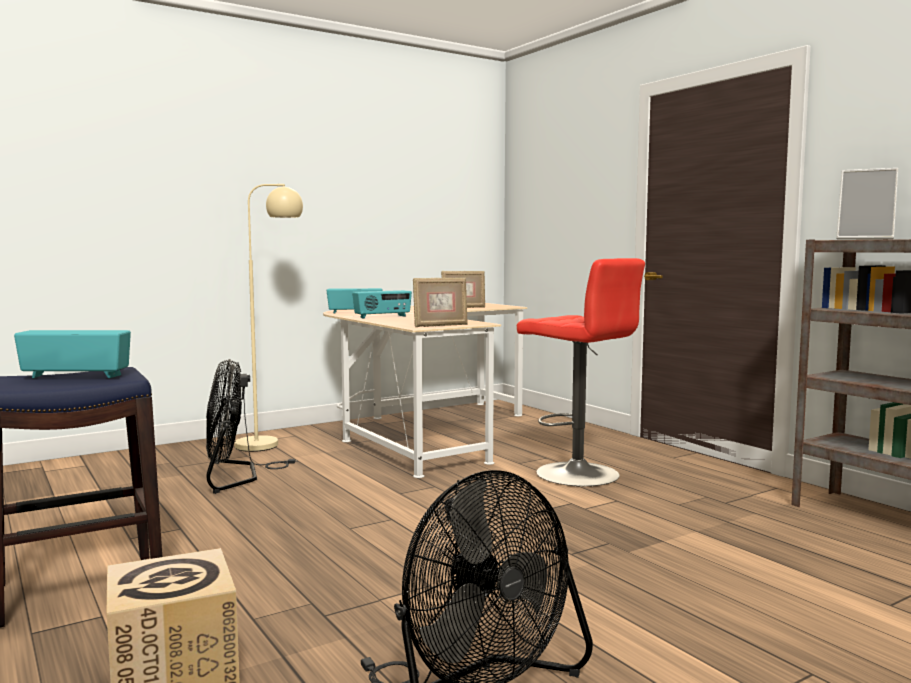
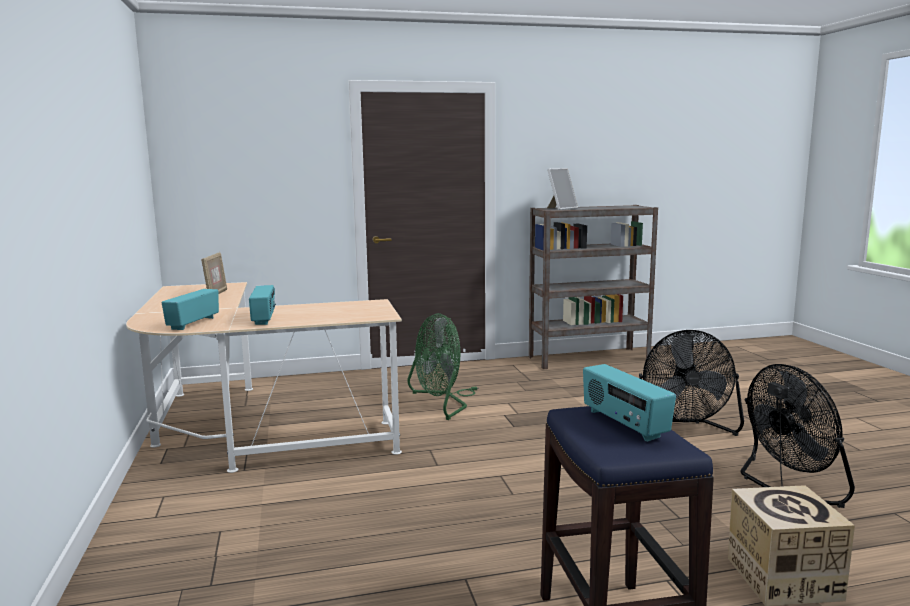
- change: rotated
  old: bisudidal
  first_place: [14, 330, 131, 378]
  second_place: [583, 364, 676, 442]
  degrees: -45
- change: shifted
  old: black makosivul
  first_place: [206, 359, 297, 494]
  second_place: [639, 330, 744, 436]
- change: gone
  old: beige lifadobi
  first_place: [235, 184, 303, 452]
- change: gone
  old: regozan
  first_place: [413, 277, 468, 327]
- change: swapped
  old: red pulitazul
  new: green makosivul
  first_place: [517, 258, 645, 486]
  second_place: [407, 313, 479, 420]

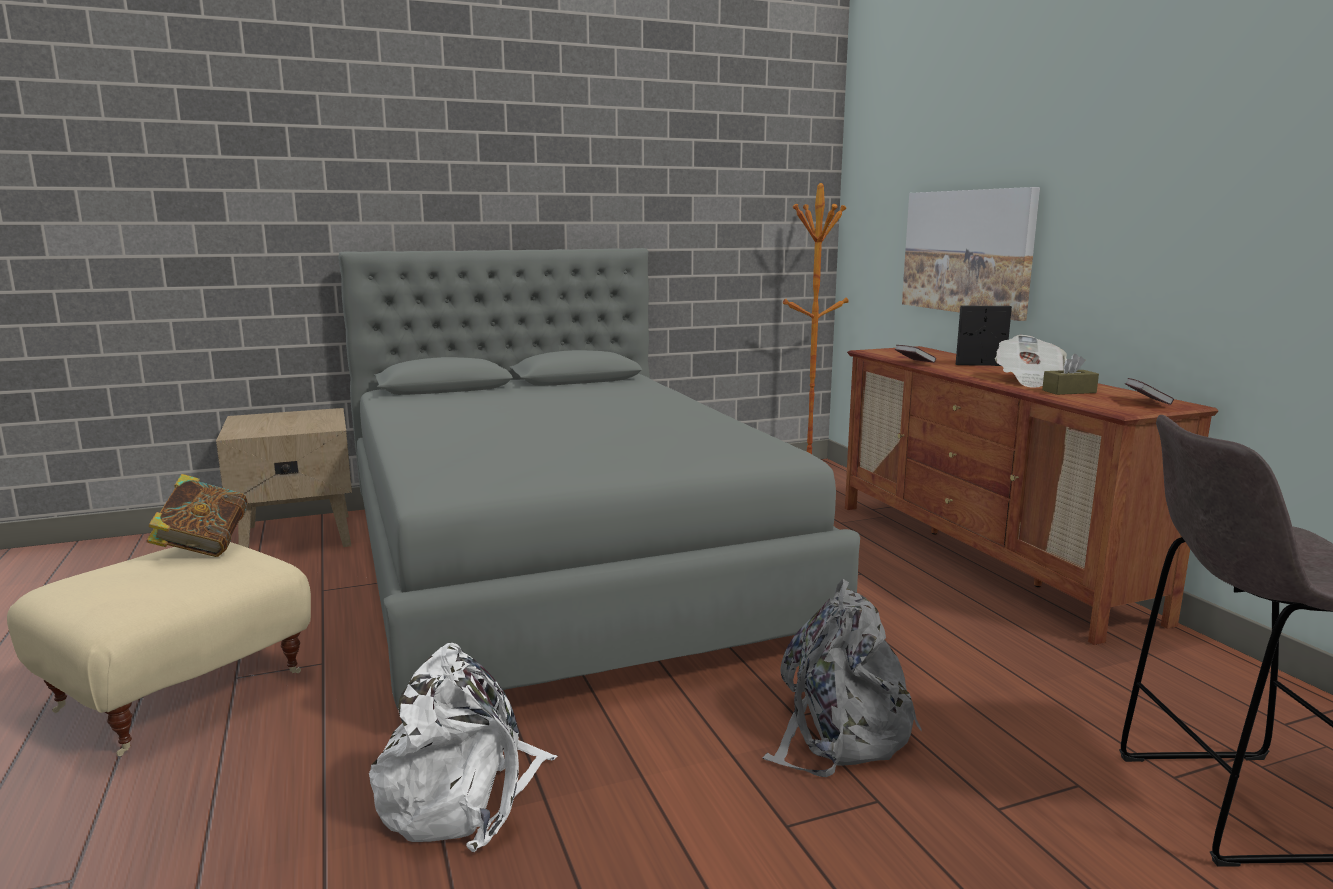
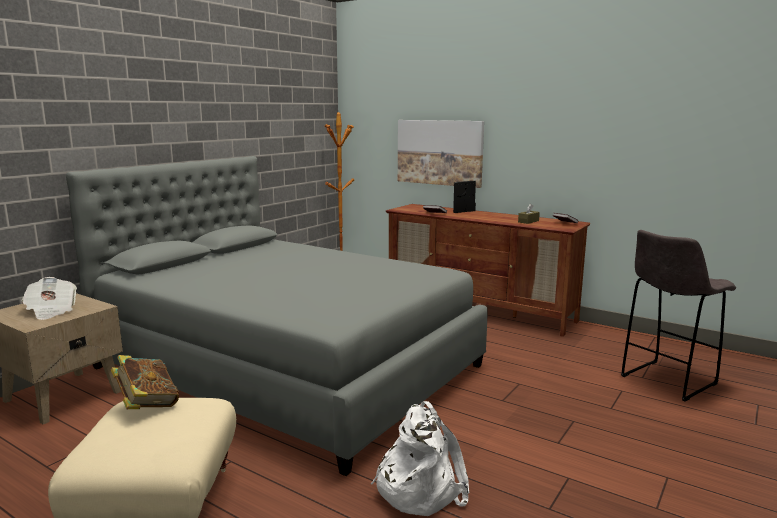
- change: gone
  old: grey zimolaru
  first_place: [763, 579, 922, 777]
- change: shifted
  old: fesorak
  first_place: [995, 335, 1067, 388]
  second_place: [22, 277, 77, 320]

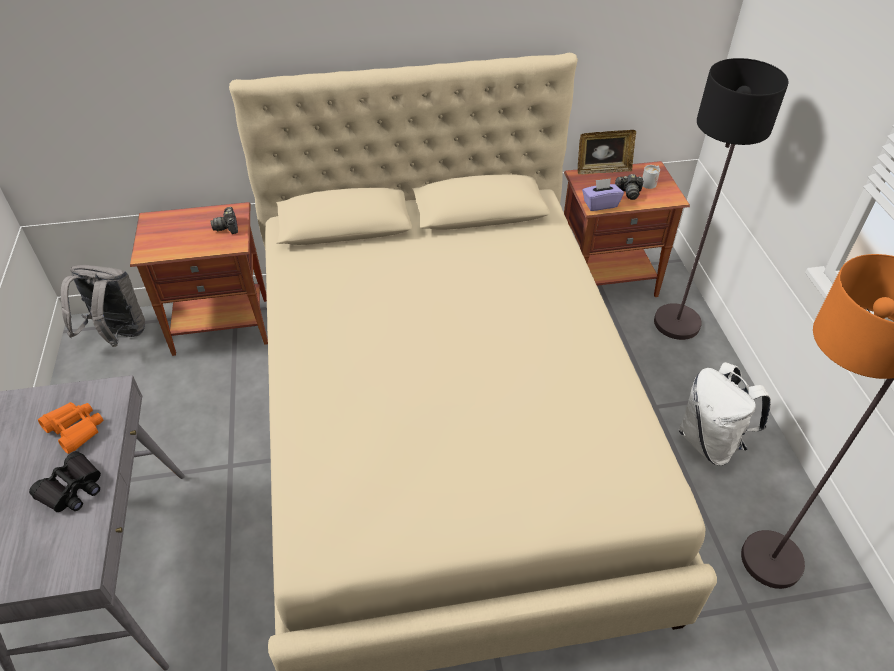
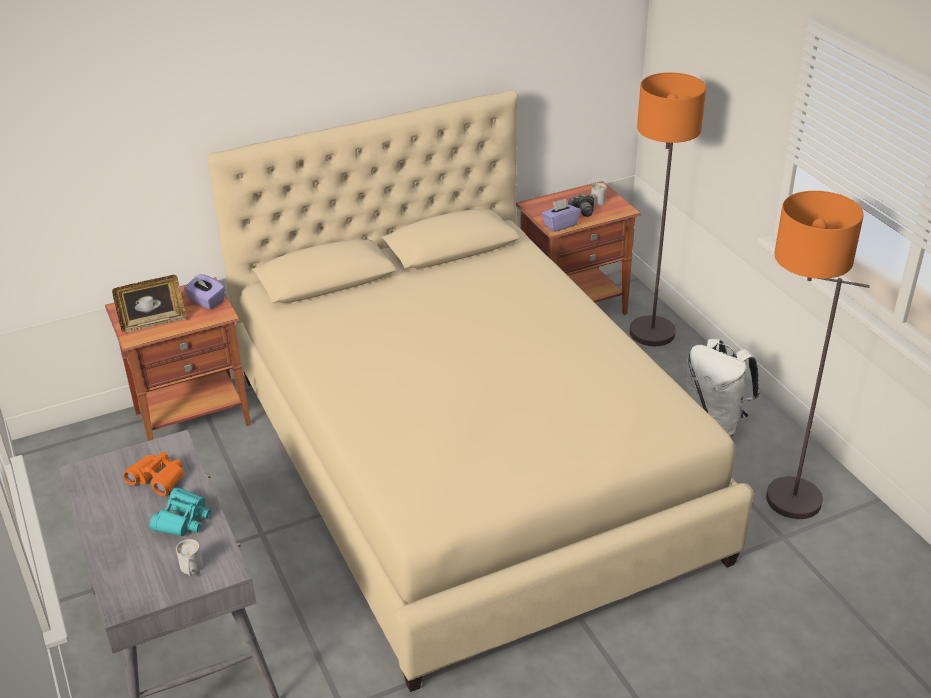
- change: repainted
  old: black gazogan
  new: turquoise gazogan
  first_place: [29, 451, 101, 512]
  second_place: [150, 487, 211, 536]
- change: gone
  old: grey zimolaru
  first_place: [61, 265, 146, 347]
- change: swapped
  old: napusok
  new: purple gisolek
  first_place: [210, 207, 238, 234]
  second_place: [184, 274, 225, 310]
- change: shifted
  old: regozan
  first_place: [578, 130, 636, 175]
  second_place: [112, 275, 187, 333]
- change: repainted
  old: black lifadobi
  new: orange lifadobi
  first_place: [654, 58, 788, 340]
  second_place: [630, 72, 706, 346]
- change: new
  new: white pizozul
  second_place: [176, 539, 203, 576]

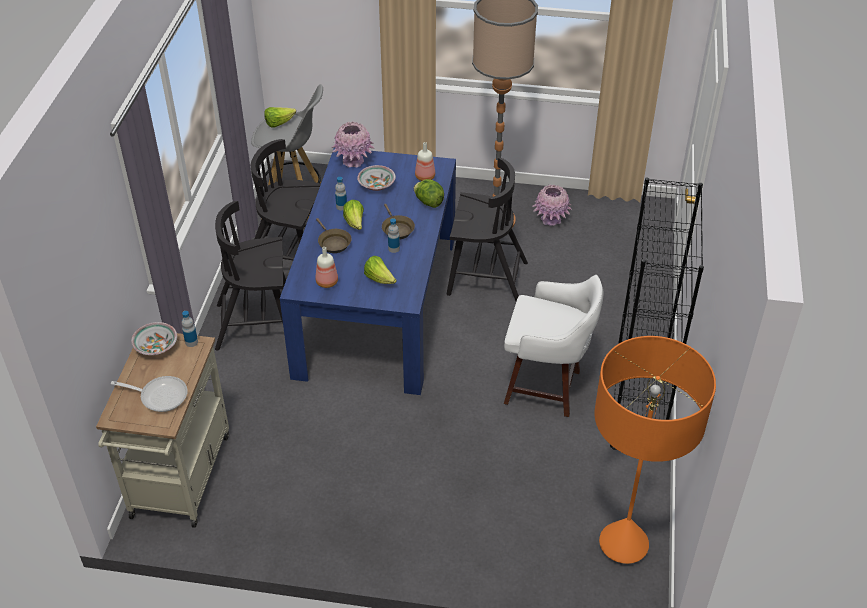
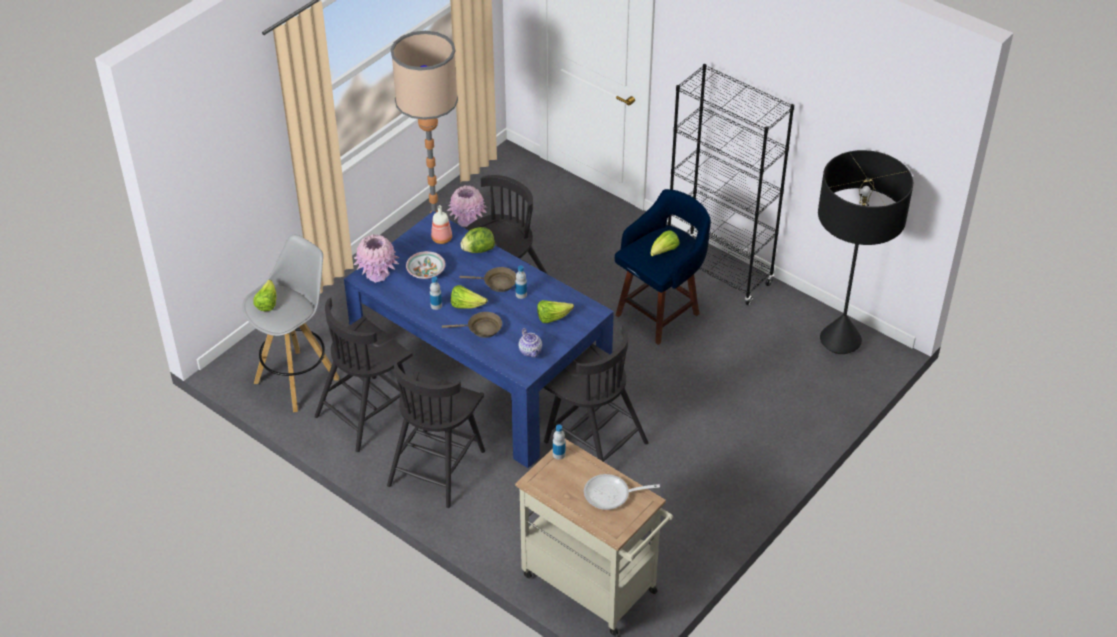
- change: rotated
  old: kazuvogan
  first_place: [111, 376, 188, 412]
  second_place: [584, 474, 660, 510]
  degrees: -135
- change: gone
  old: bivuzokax
  first_place: [131, 322, 177, 355]
- change: swapped
  old: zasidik
  new: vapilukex
  first_place: [315, 247, 338, 288]
  second_place: [518, 328, 542, 358]
- change: repainted
  old: white pulitazul
  new: blue pulitazul
  first_place: [504, 275, 603, 417]
  second_place: [615, 189, 711, 345]
- change: repainted
  old: orange lifadobi
  new: black lifadobi
  first_place: [594, 336, 716, 564]
  second_place: [818, 150, 913, 354]
- change: new
  new: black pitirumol
  second_place: [544, 325, 649, 462]
- change: new
  new: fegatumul
  second_place: [650, 230, 680, 256]

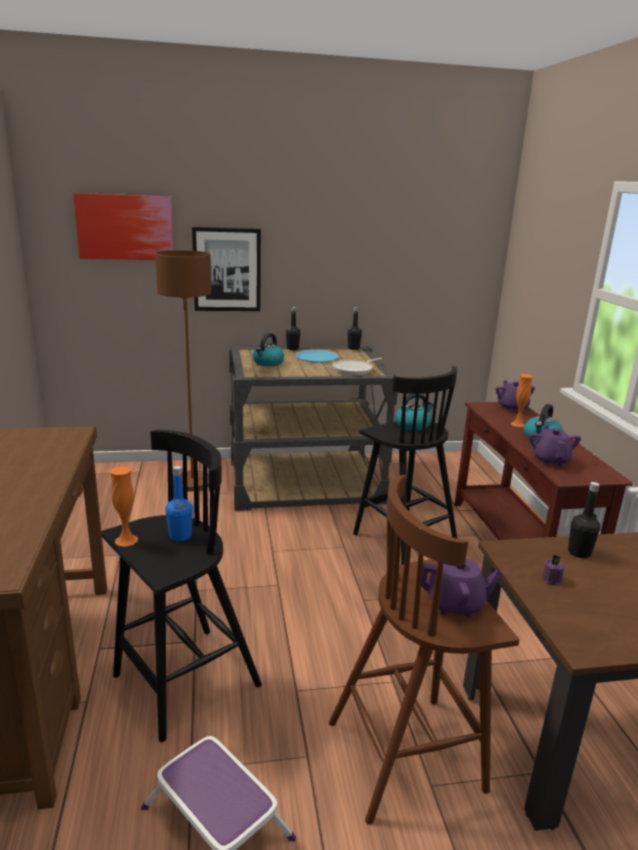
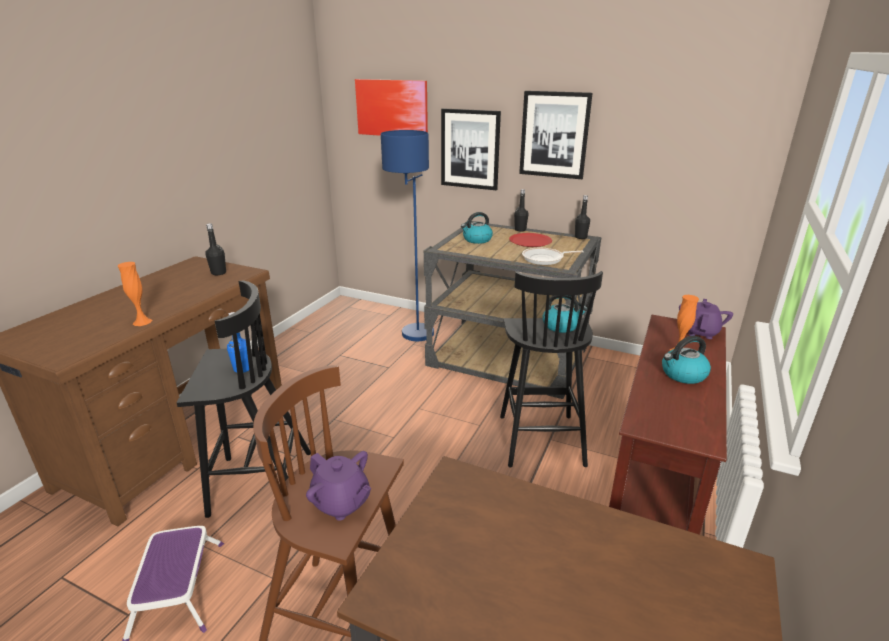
- change: shifted
  old: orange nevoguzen
  first_place: [110, 466, 138, 547]
  second_place: [118, 262, 152, 326]
- change: repainted
  old: brown lifadobi
  new: blue lifadobi
  first_place: [155, 250, 211, 491]
  second_place: [381, 130, 434, 341]
- change: repainted
  old: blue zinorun
  new: red zinorun
  first_place: [295, 350, 339, 363]
  second_place: [509, 233, 552, 247]
- change: gone
  old: purple vapilukex
  first_place: [529, 425, 581, 466]
- change: gone
  old: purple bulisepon
  first_place: [543, 555, 565, 586]
- change: shifted
  old: black zasidik
  first_place: [568, 482, 600, 558]
  second_place: [206, 223, 226, 275]
- change: new
  new: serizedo
  second_place: [519, 91, 592, 179]

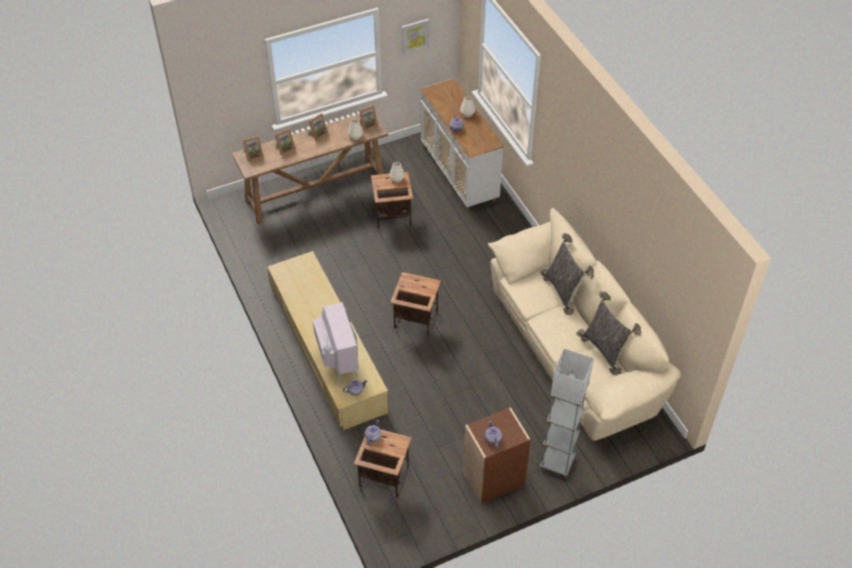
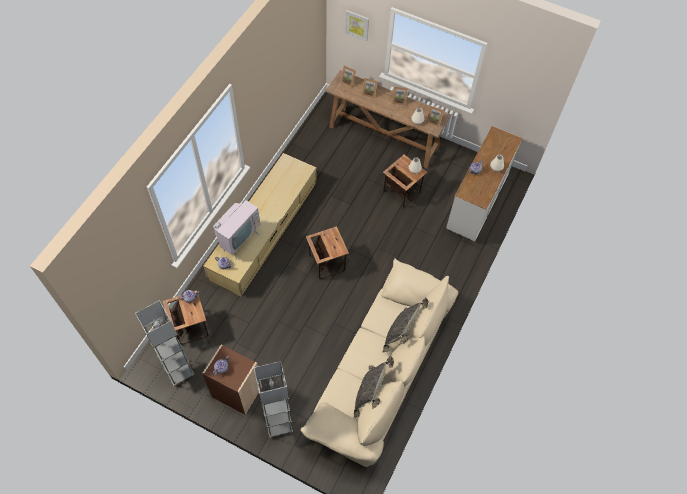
- change: shifted
  old: serizedo
  first_place: [402, 19, 430, 55]
  second_place: [345, 10, 369, 41]
- change: new
  new: grey lifadobi
  second_place: [135, 300, 195, 386]

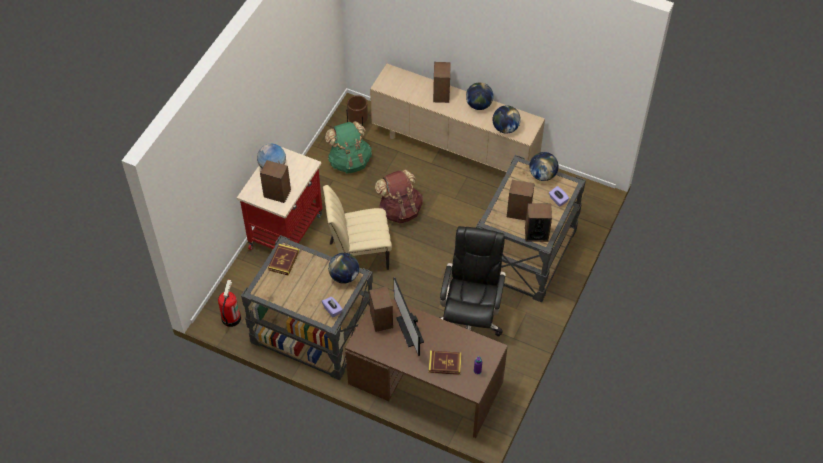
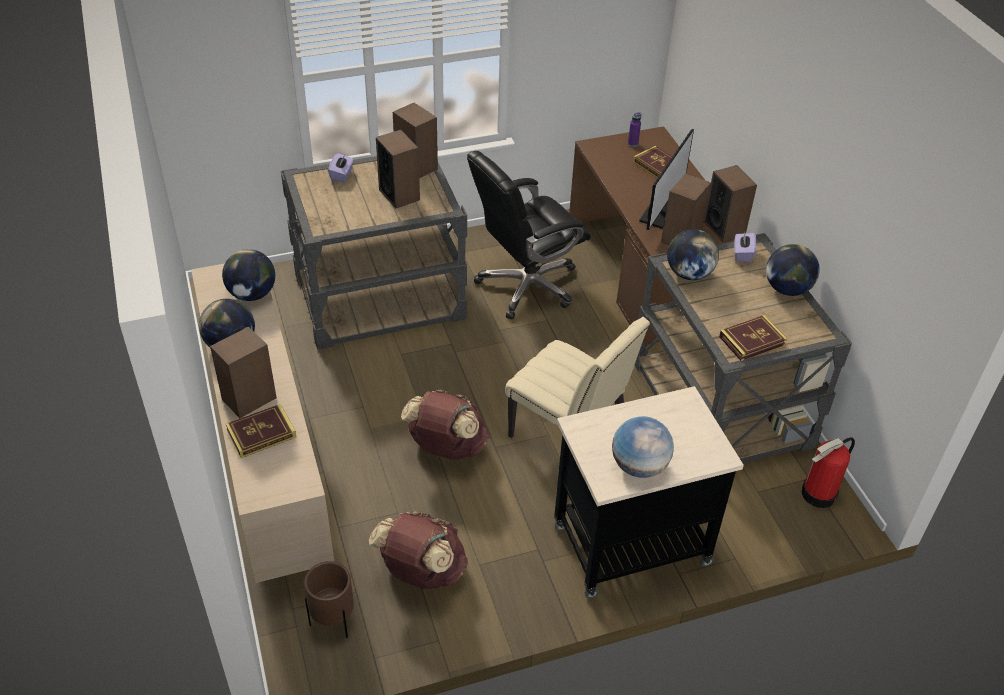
- change: repainted
  old: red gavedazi
  new: black gavedazi
  first_place: [237, 147, 323, 250]
  second_place: [554, 386, 744, 598]
- change: shifted
  old: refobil
  first_place: [260, 160, 291, 203]
  second_place: [704, 165, 757, 242]
- change: repainted
  old: green zimolaru
  new: brown zimolaru
  first_place: [325, 121, 372, 174]
  second_place: [369, 510, 468, 589]
- change: shifted
  old: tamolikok
  first_place: [529, 152, 559, 181]
  second_place: [766, 244, 820, 296]
- change: new
  new: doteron
  second_place: [226, 404, 296, 458]

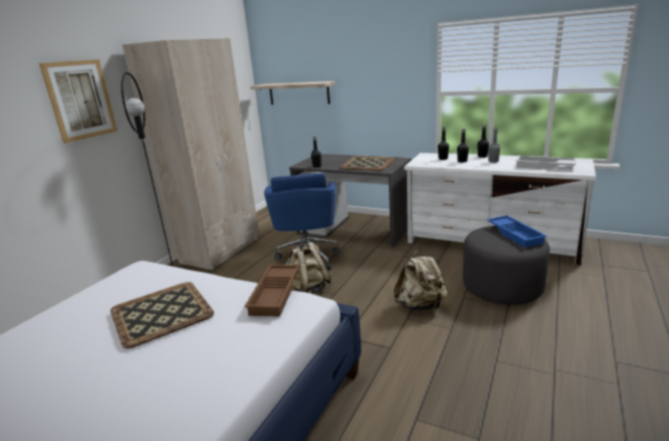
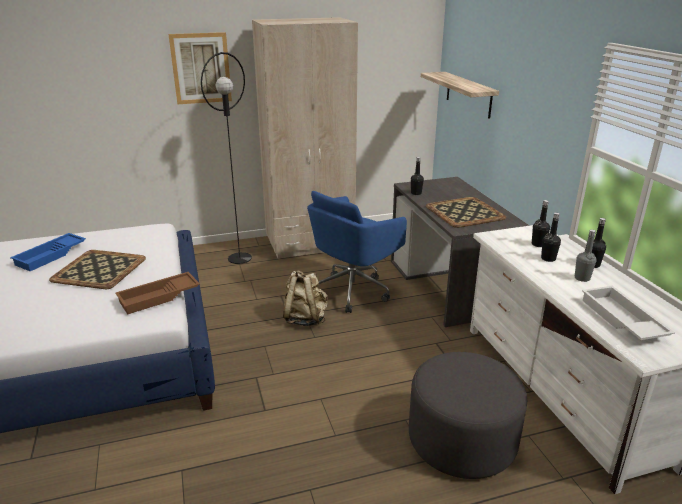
- change: gone
  old: beige zimolaru
  first_place: [394, 249, 448, 311]
- change: shifted
  old: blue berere
  first_place: [487, 215, 547, 248]
  second_place: [10, 233, 86, 271]

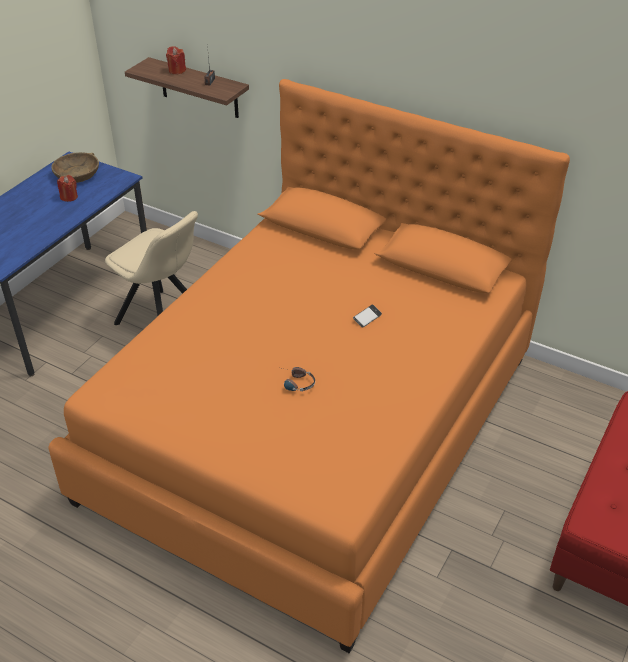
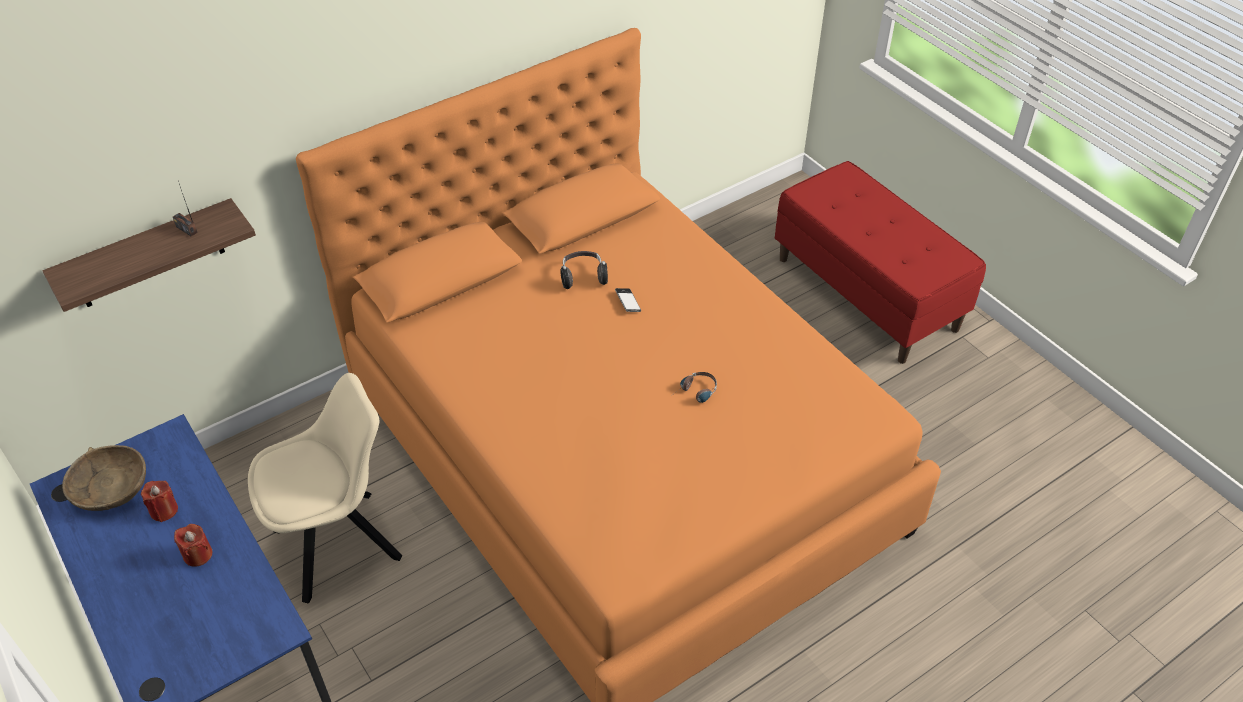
- change: shifted
  old: red bulisepon
  first_place: [166, 46, 186, 74]
  second_place: [174, 524, 212, 567]
- change: new
  new: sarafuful
  second_place: [560, 251, 608, 289]

